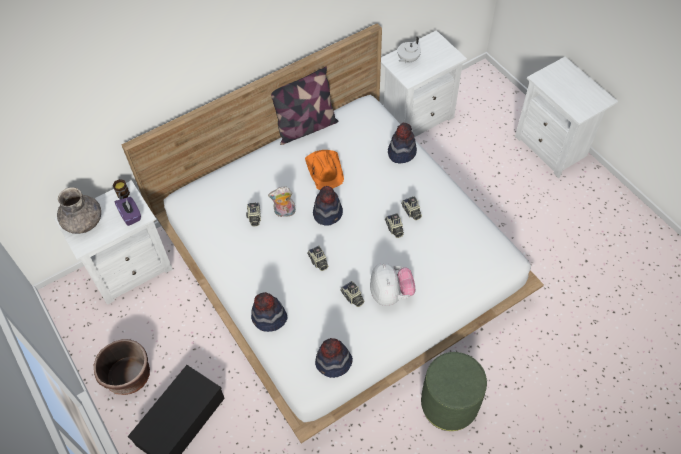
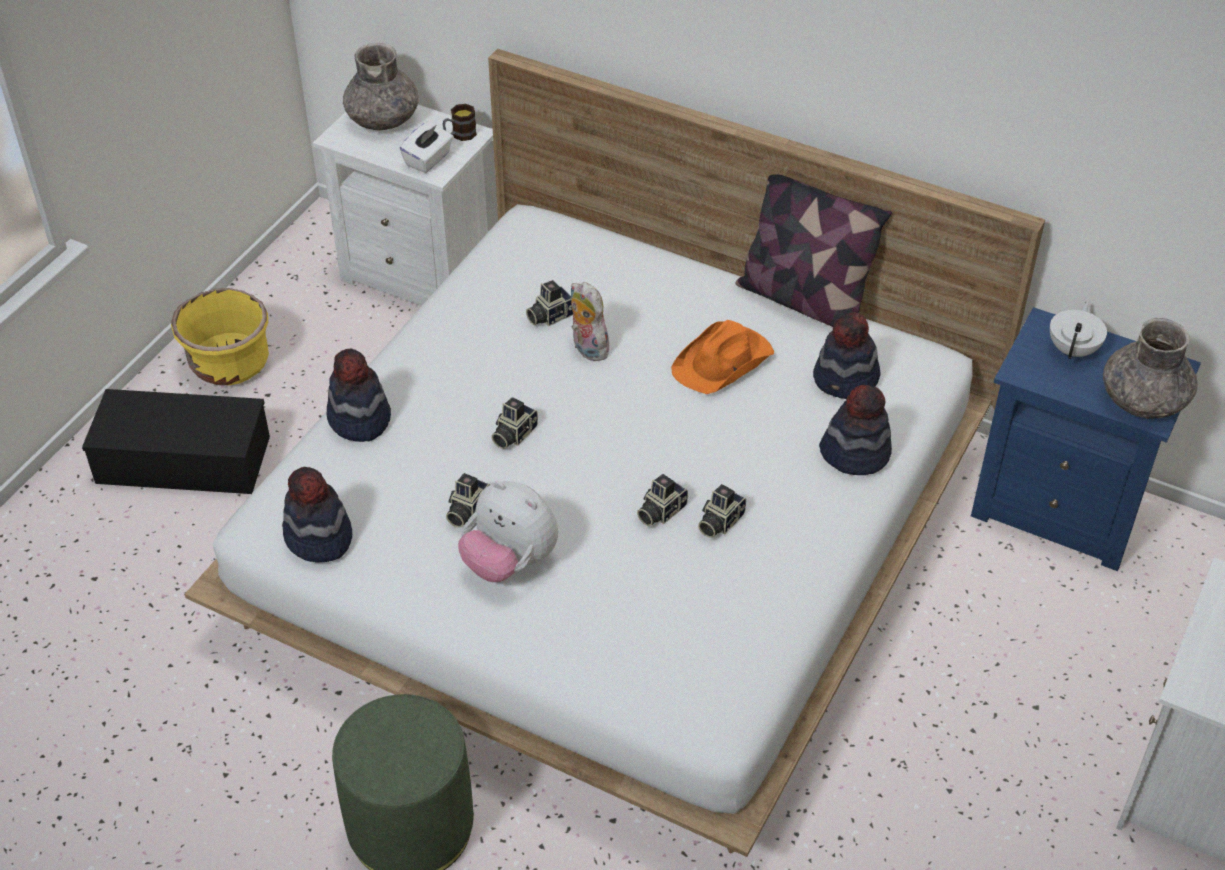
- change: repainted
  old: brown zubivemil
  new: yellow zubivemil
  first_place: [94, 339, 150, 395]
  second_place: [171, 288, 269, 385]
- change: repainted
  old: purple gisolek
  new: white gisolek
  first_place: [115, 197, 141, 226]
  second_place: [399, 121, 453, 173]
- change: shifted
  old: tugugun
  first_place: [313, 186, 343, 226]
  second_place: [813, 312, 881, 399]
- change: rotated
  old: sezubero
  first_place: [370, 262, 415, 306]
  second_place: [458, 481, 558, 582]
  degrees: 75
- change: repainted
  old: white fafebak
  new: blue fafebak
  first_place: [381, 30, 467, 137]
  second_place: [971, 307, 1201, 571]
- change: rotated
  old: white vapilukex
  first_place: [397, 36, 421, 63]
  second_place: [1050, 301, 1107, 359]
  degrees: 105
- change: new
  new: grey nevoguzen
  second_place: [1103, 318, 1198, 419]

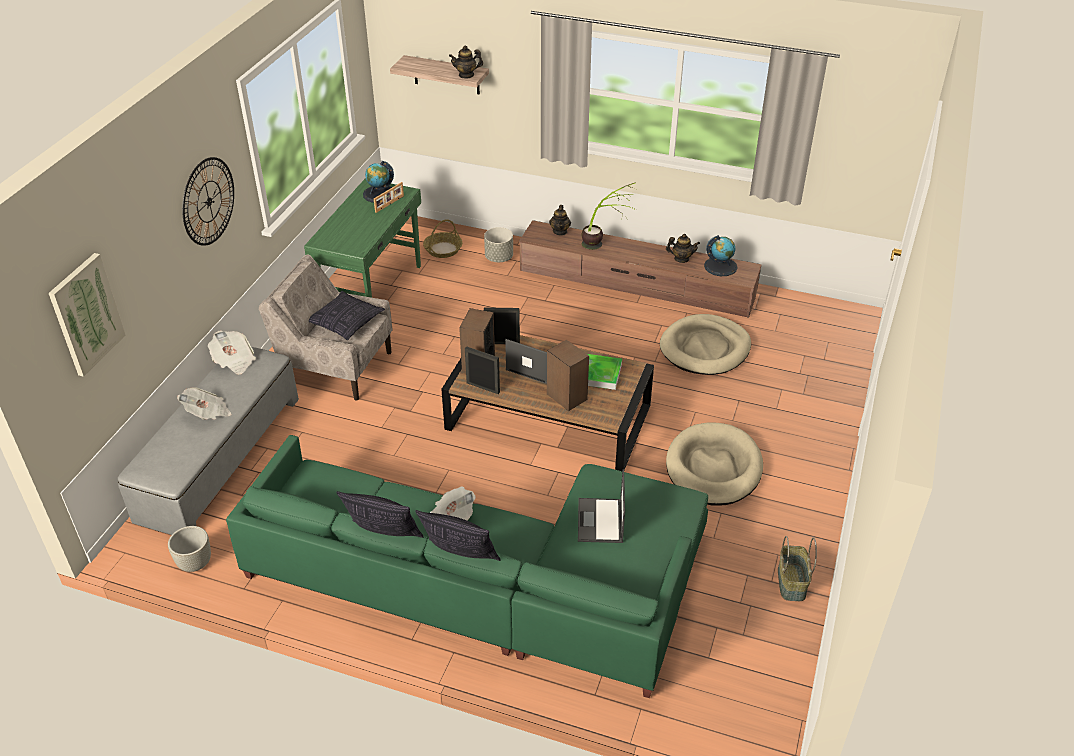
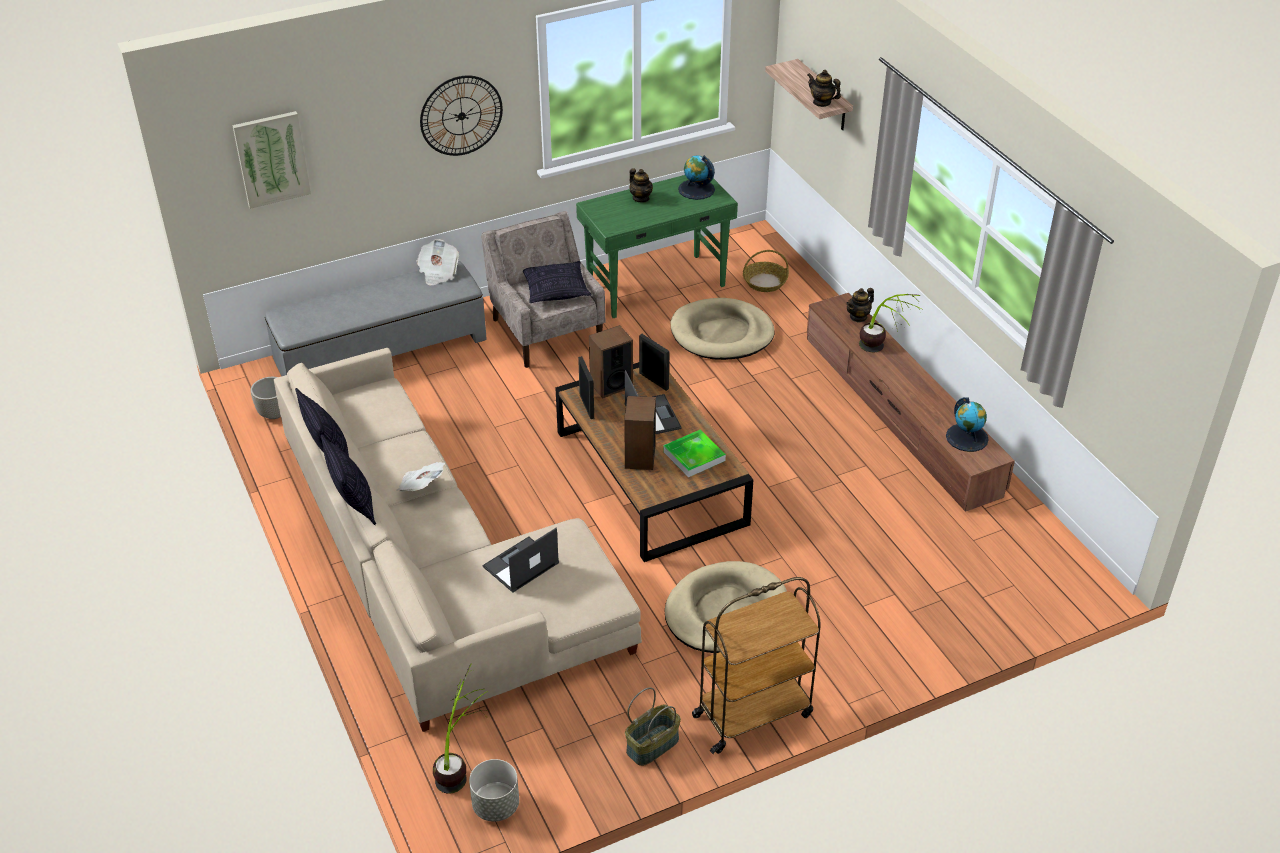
- change: gone
  old: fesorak
  first_place: [177, 387, 231, 420]
- change: repainted
  old: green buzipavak
  new: beige buzipavak
  first_place: [226, 435, 708, 698]
  second_place: [274, 348, 642, 732]
- change: gone
  old: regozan
  first_place: [374, 182, 404, 213]
- change: shifted
  old: grey zubivemil
  first_place: [484, 227, 513, 262]
  second_place: [469, 759, 519, 822]
- change: shifted
  old: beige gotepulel
  first_place: [660, 314, 751, 375]
  second_place: [671, 298, 774, 360]
- change: shifted
  old: vapilukex
  first_place: [666, 234, 700, 263]
  second_place: [629, 168, 653, 203]
- change: new
  new: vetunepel
  second_place: [433, 663, 489, 794]
- change: new
  new: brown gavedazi
  second_place: [692, 577, 821, 754]

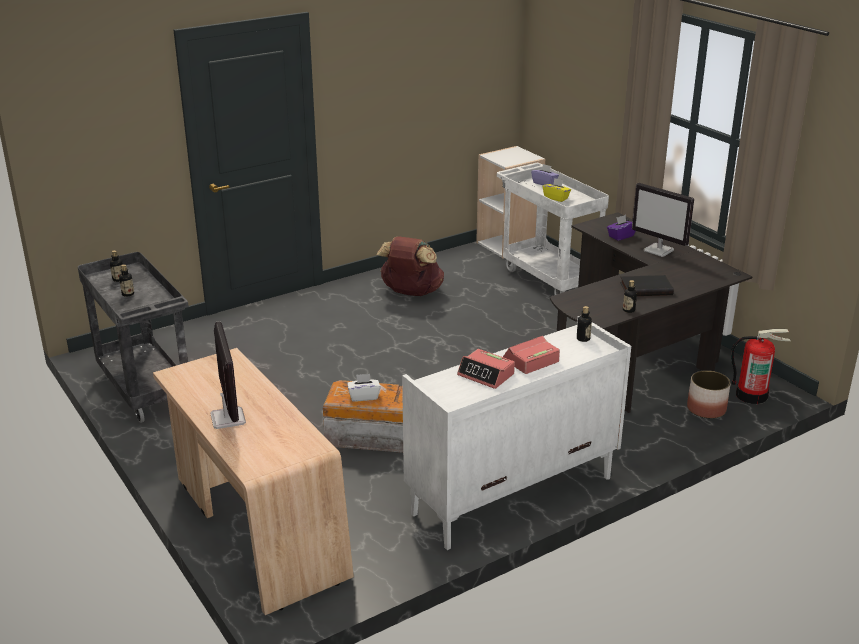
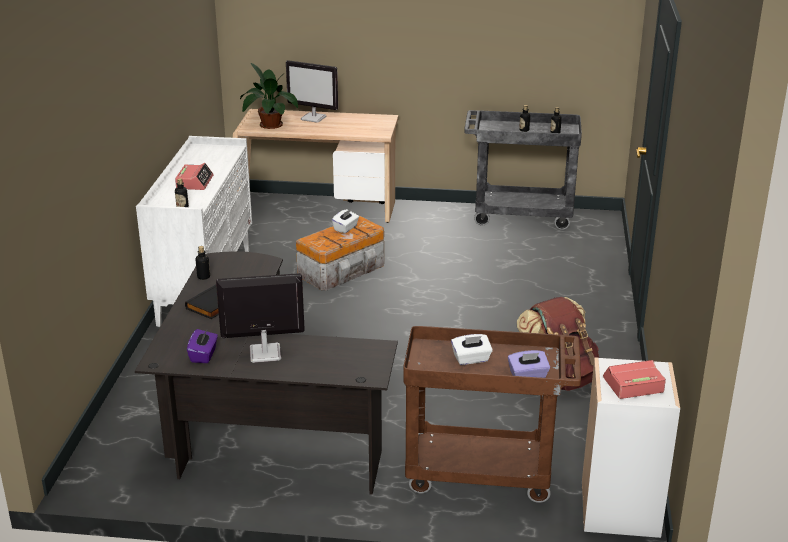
- change: shifted
  old: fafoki
  first_place: [457, 349, 515, 389]
  second_place: [603, 360, 666, 399]
- change: repainted
  old: white gavedazi
  new: brown gavedazi
  first_place: [497, 163, 609, 295]
  second_place: [403, 326, 581, 503]
- change: repainted
  old: yellow gisolek
  new: white gisolek
  first_place: [543, 178, 571, 202]
  second_place: [451, 334, 493, 365]
- change: shifted
  old: purple gisolek
  first_place: [607, 215, 635, 241]
  second_place: [187, 328, 218, 363]
- change: gone
  old: zubivemil
  first_place: [687, 370, 731, 418]
- change: gone
  old: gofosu
  first_place: [731, 329, 791, 404]
- change: new
  new: vetunepel
  second_place: [240, 63, 298, 129]

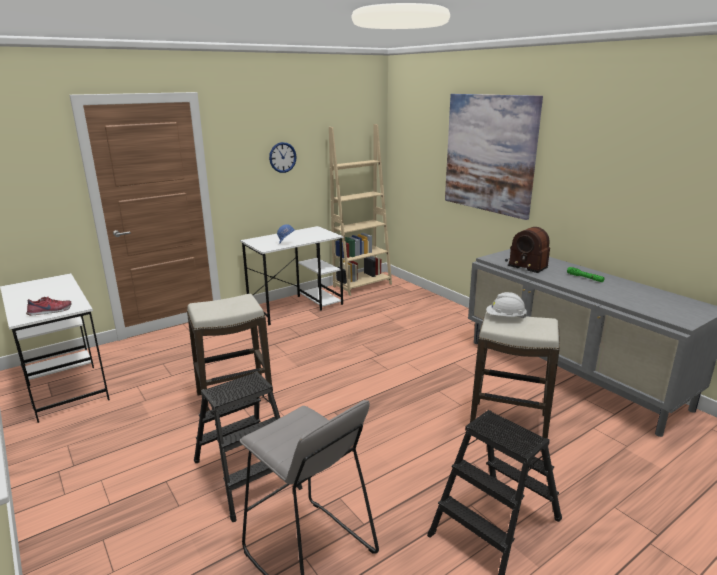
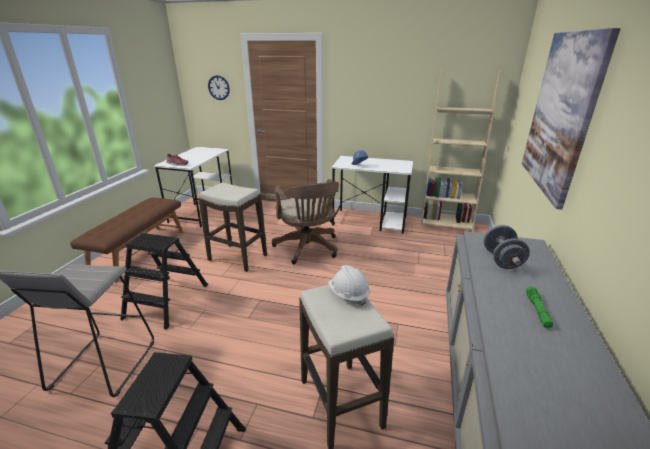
- change: shifted
  old: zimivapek
  first_place: [269, 142, 297, 173]
  second_place: [208, 75, 230, 100]
- change: swapped
  old: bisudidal
  new: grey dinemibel
  first_place: [505, 227, 550, 273]
  second_place: [483, 225, 530, 269]
- change: new
  new: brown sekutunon
  second_place: [70, 198, 183, 283]
- change: new
  new: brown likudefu
  second_place: [272, 179, 339, 264]

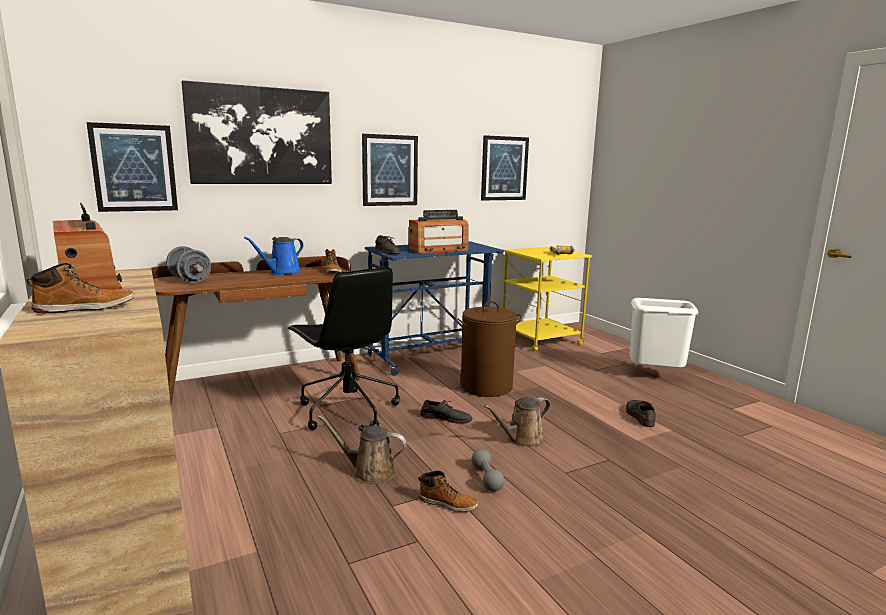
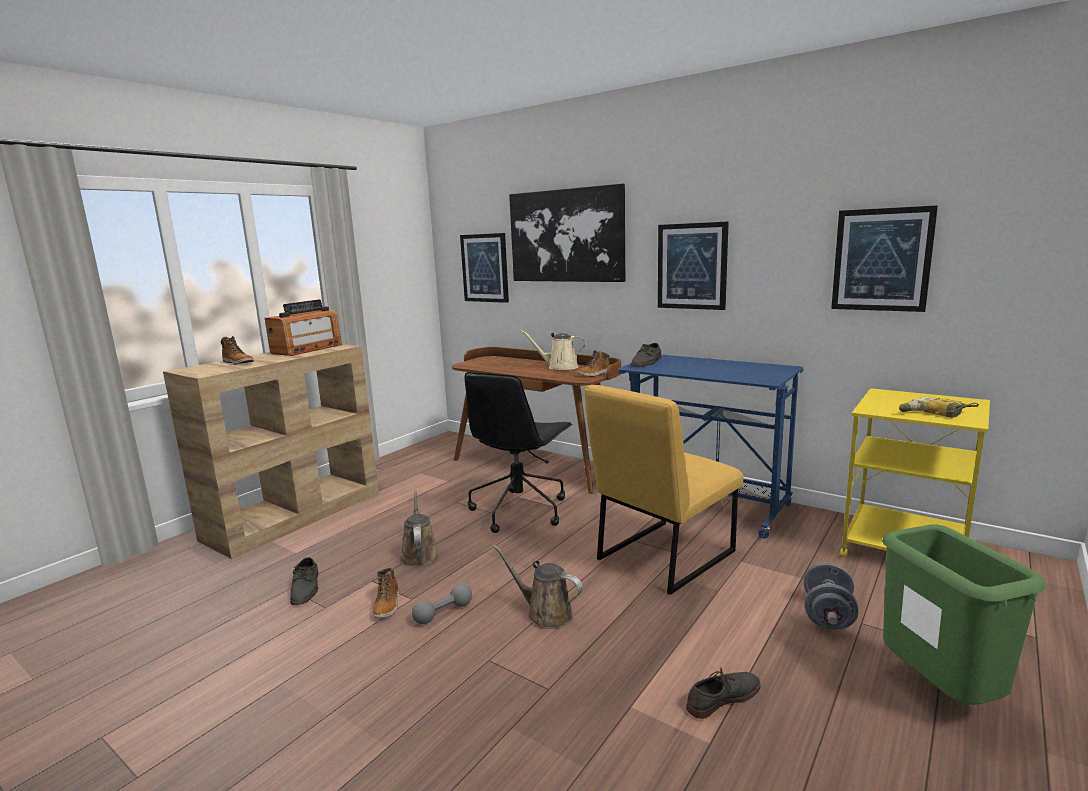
- change: shifted
  old: grey dinemibel
  first_place: [166, 246, 211, 283]
  second_place: [803, 562, 859, 630]
- change: repainted
  old: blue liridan
  new: beige liridan
  first_place: [244, 237, 304, 275]
  second_place: [521, 330, 585, 370]
- change: gone
  old: bisudidal
  first_place: [409, 210, 469, 254]
- change: shifted
  old: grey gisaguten
  first_place: [420, 400, 472, 424]
  second_place: [290, 557, 319, 605]
- change: swapped
  old: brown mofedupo
  new: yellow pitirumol
  first_place: [457, 301, 522, 397]
  second_place: [584, 385, 743, 595]
- change: repainted
  old: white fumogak
  new: green fumogak
  first_place: [629, 298, 699, 368]
  second_place: [882, 524, 1046, 705]

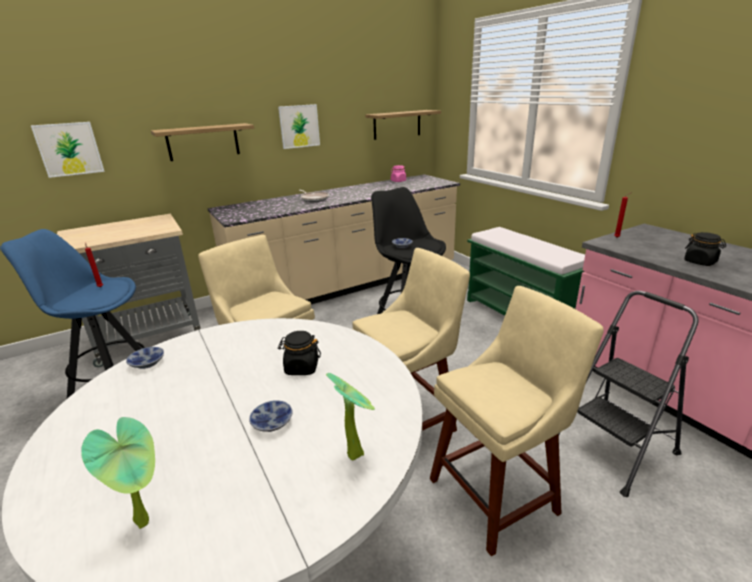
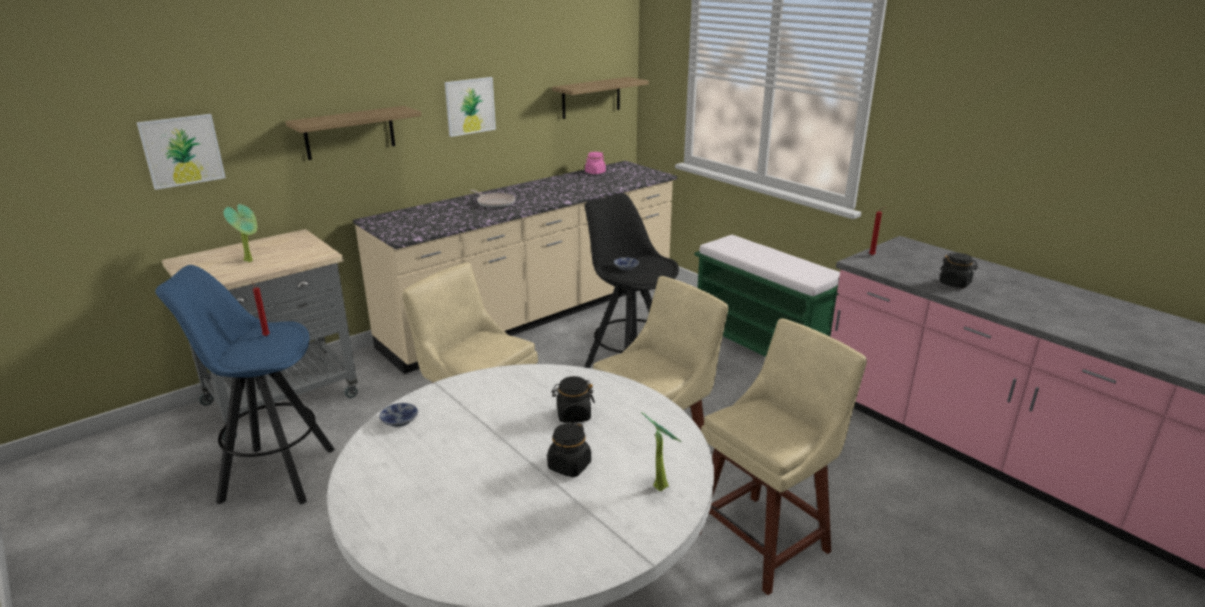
- change: shifted
  old: vetunepel
  first_place: [81, 417, 155, 529]
  second_place: [224, 204, 257, 262]
- change: swapped
  old: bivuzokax
  new: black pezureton
  first_place: [249, 400, 293, 432]
  second_place: [547, 422, 591, 477]
- change: gone
  old: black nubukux
  first_place: [559, 291, 699, 497]

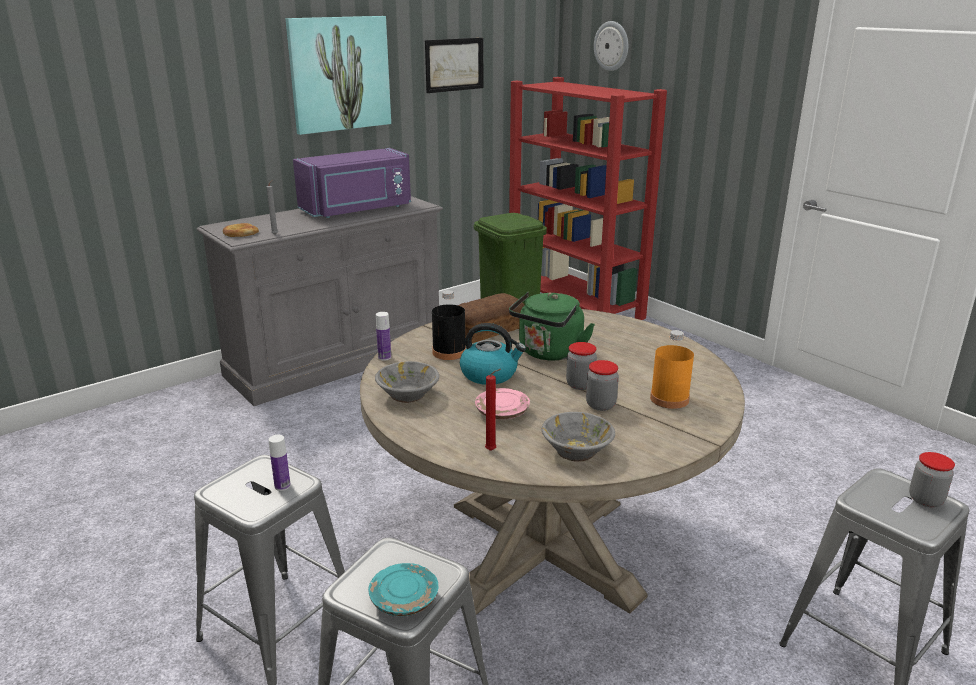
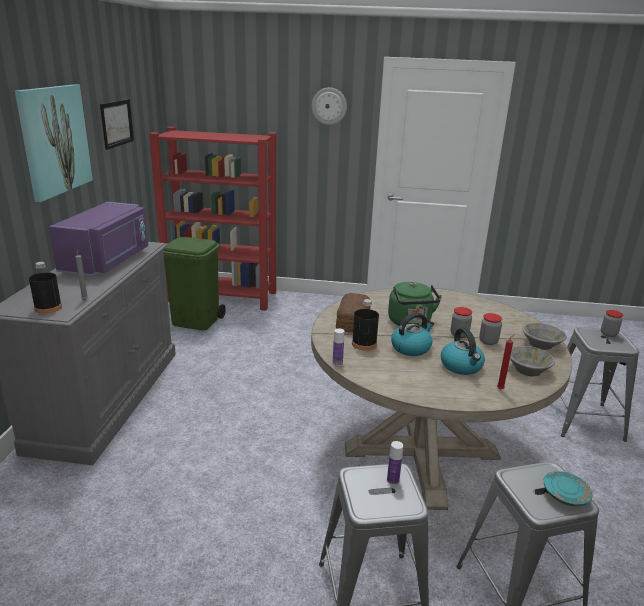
- change: swapped
  old: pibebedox
  new: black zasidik
  first_place: [223, 223, 259, 237]
  second_place: [29, 262, 62, 314]
- change: shifted
  old: grey bivuzokax
  first_place: [375, 361, 439, 403]
  second_place: [522, 323, 567, 350]
- change: swapped
  old: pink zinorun
  new: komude
  first_place: [475, 388, 530, 420]
  second_place: [441, 328, 485, 375]
- change: shifted
  old: zimivapek
  first_place: [594, 21, 628, 71]
  second_place: [312, 87, 347, 125]
- change: gone
  old: orange zasidik
  first_place: [650, 330, 694, 409]

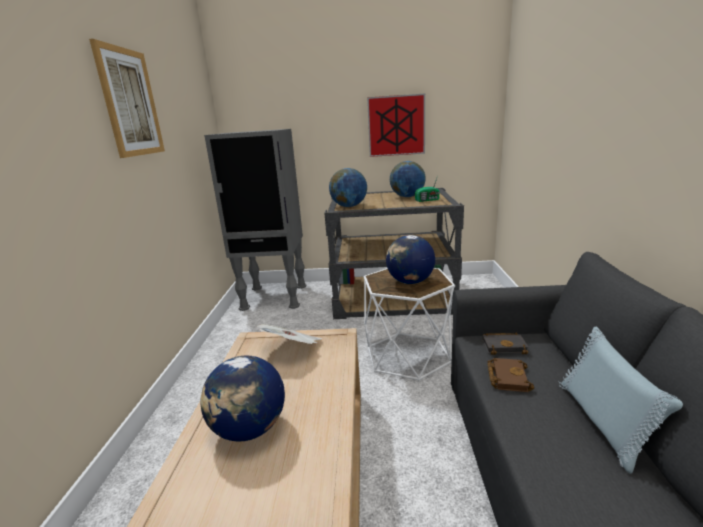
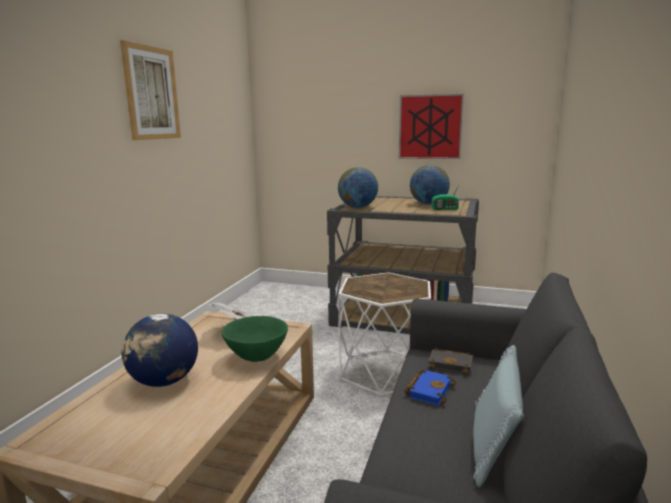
- change: gone
  old: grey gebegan
  first_place: [204, 129, 306, 311]
- change: gone
  old: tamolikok
  first_place: [386, 235, 435, 284]
- change: repainted
  old: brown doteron
  new: blue doteron
  first_place: [487, 358, 534, 392]
  second_place: [404, 370, 457, 406]
- change: new
  new: green bivuzokax
  second_place: [221, 316, 288, 362]

